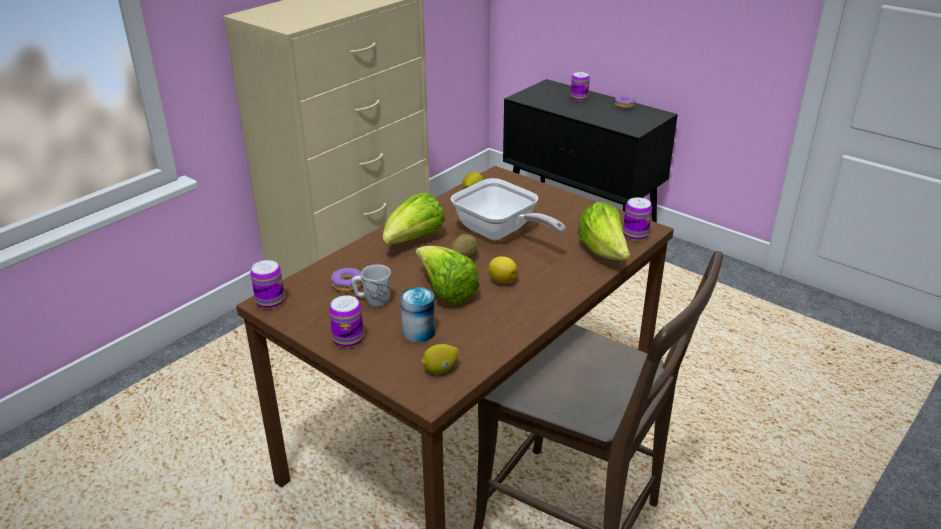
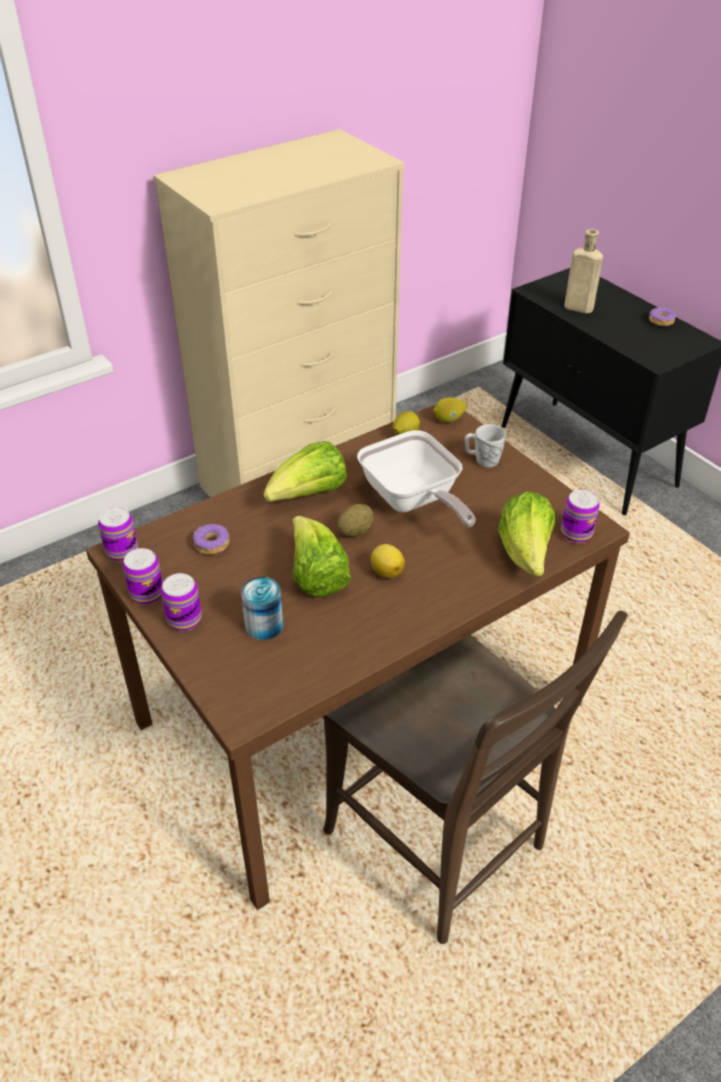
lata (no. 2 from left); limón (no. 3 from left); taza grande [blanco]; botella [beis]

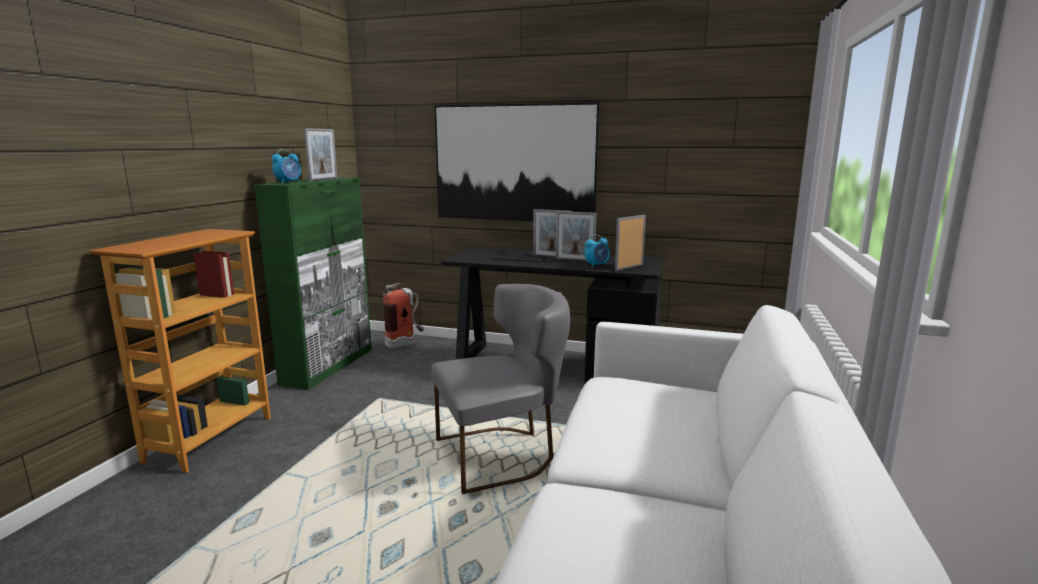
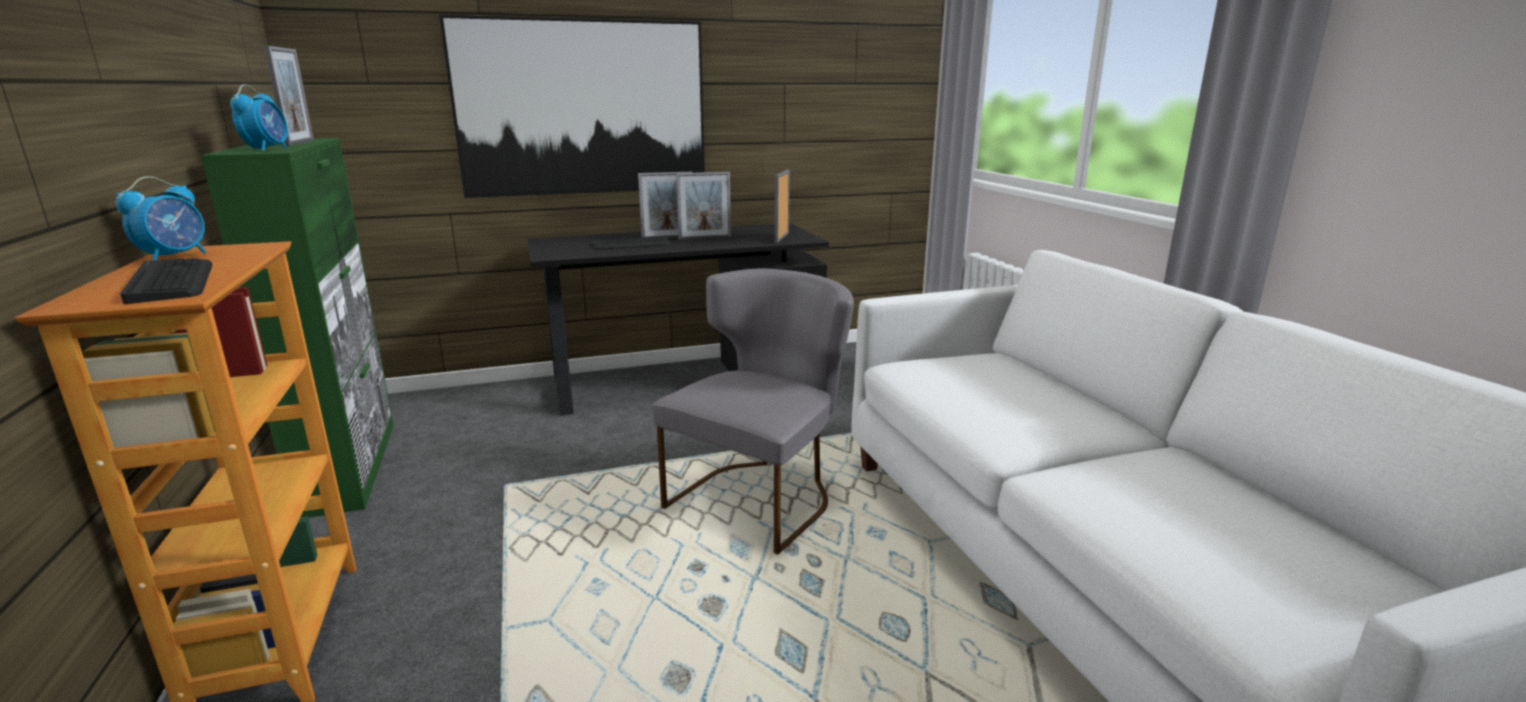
despertador (no. 1 from left); teclado (no. 1 from left); extintor

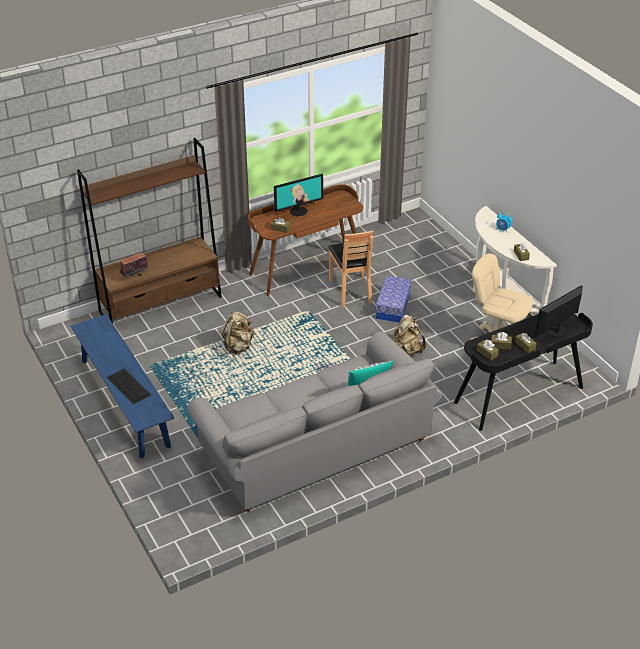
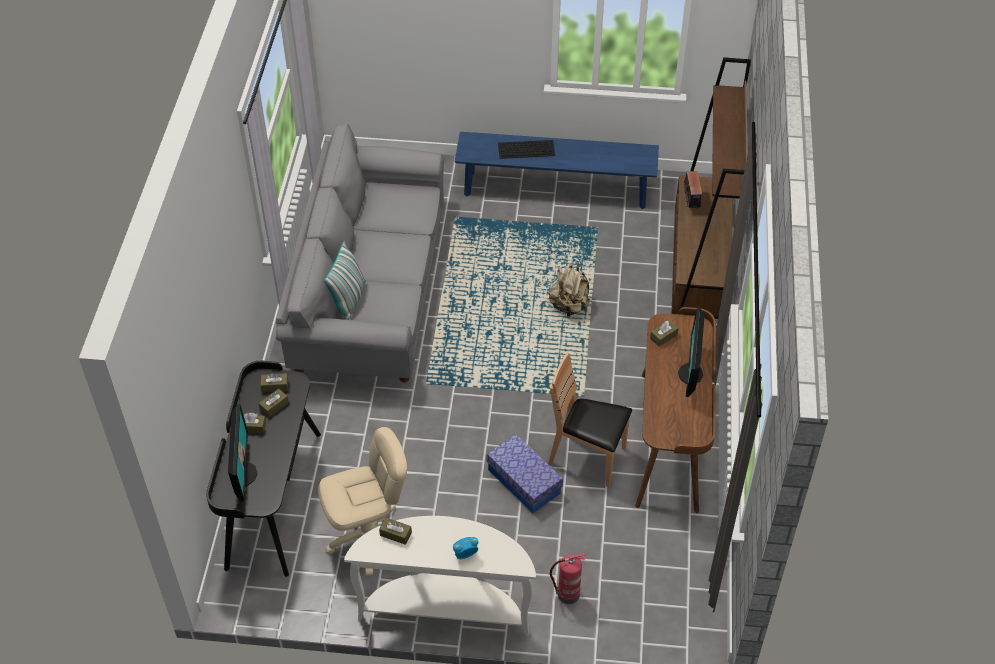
extintor; mochila [beis] (no. 2 from left in the first image)

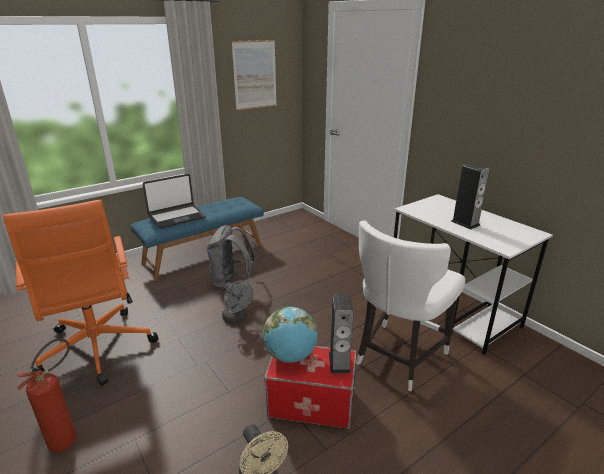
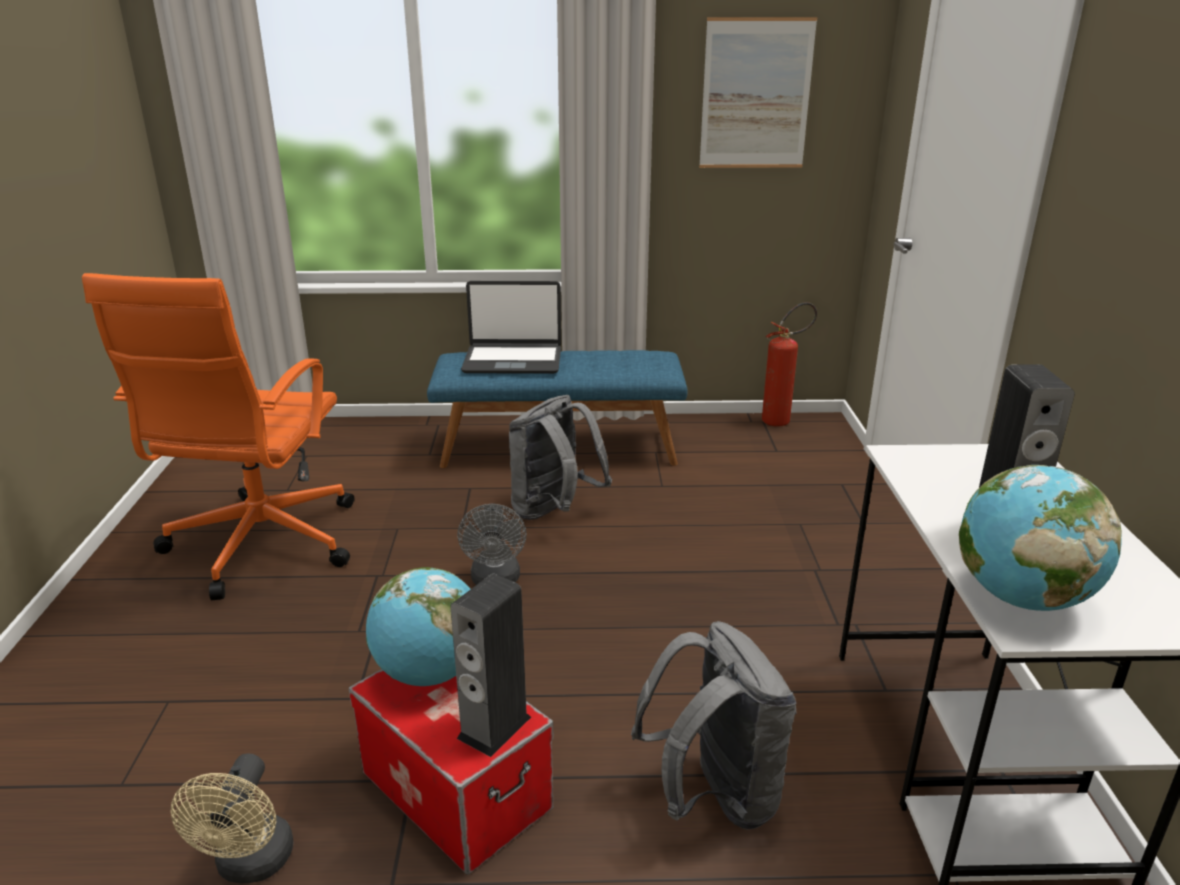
mochila [gris] (no. 2 from left); extintor; globo terráqueo (no. 2 from left)

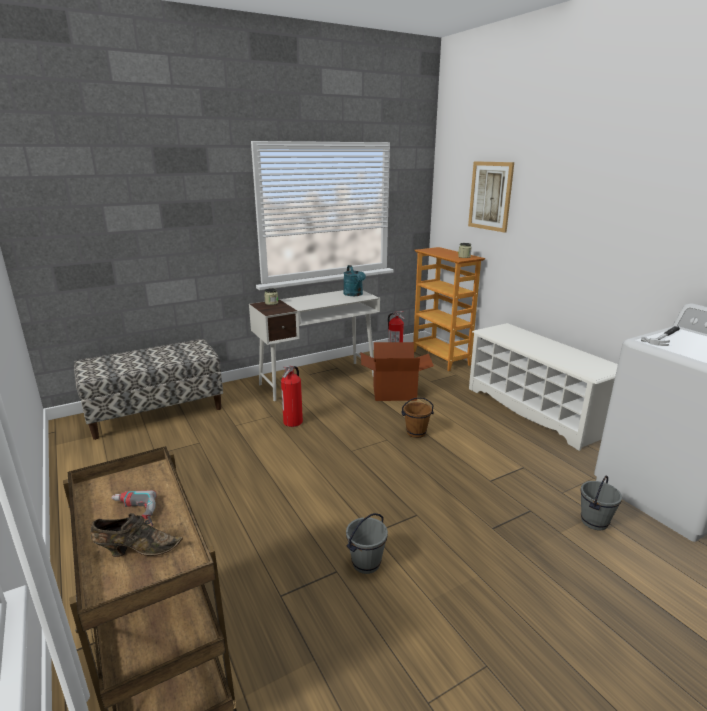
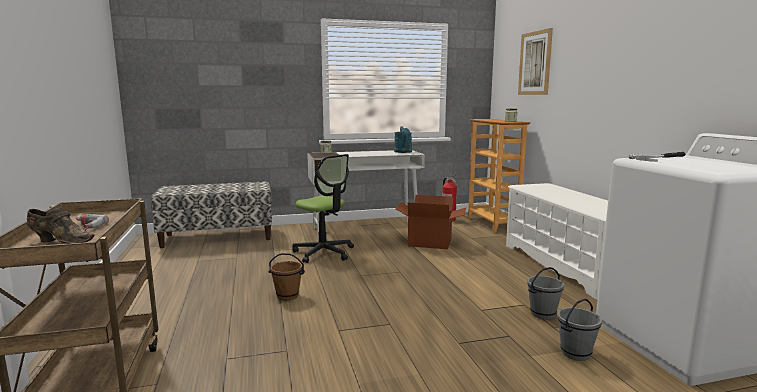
cubo [marrón]; silla de oficina; cubo [gris] (no. 1 from left)

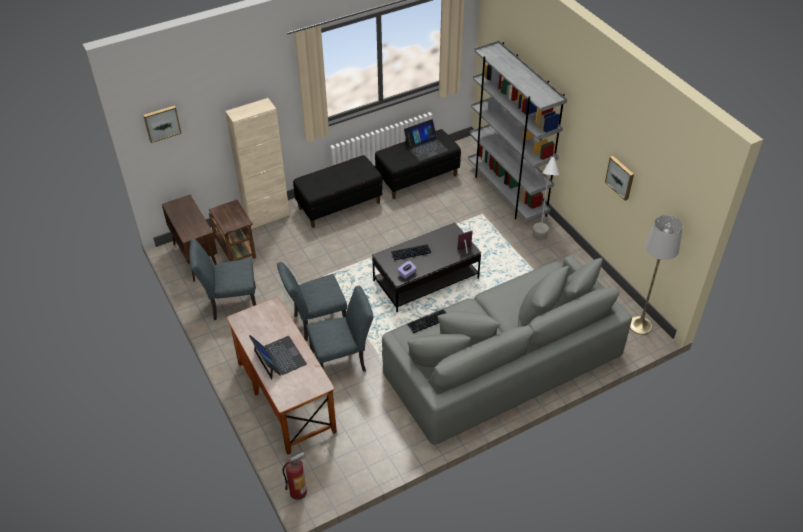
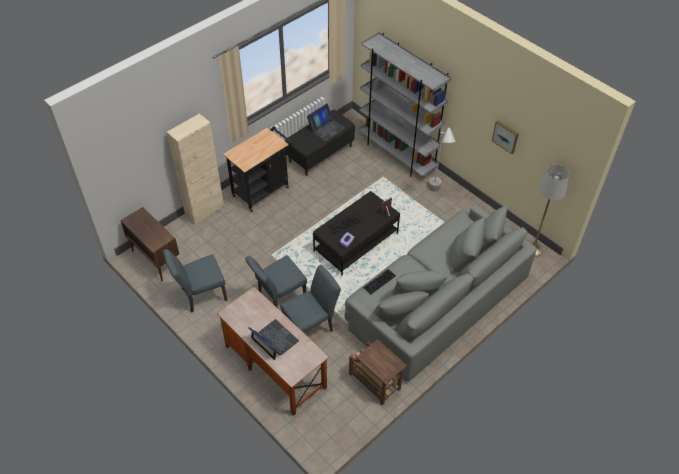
carrito [negro]; mesa auxiliar [marrón]; cuadro (no. 1 from left in the first image); extintor

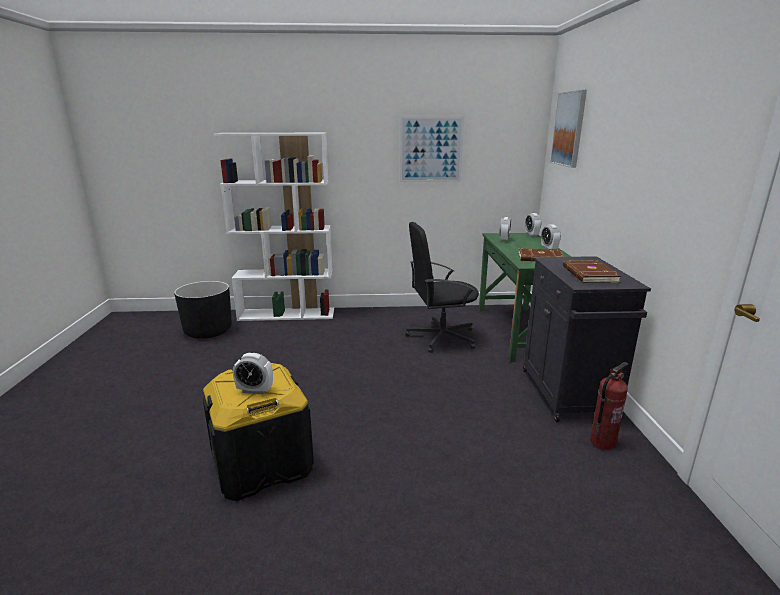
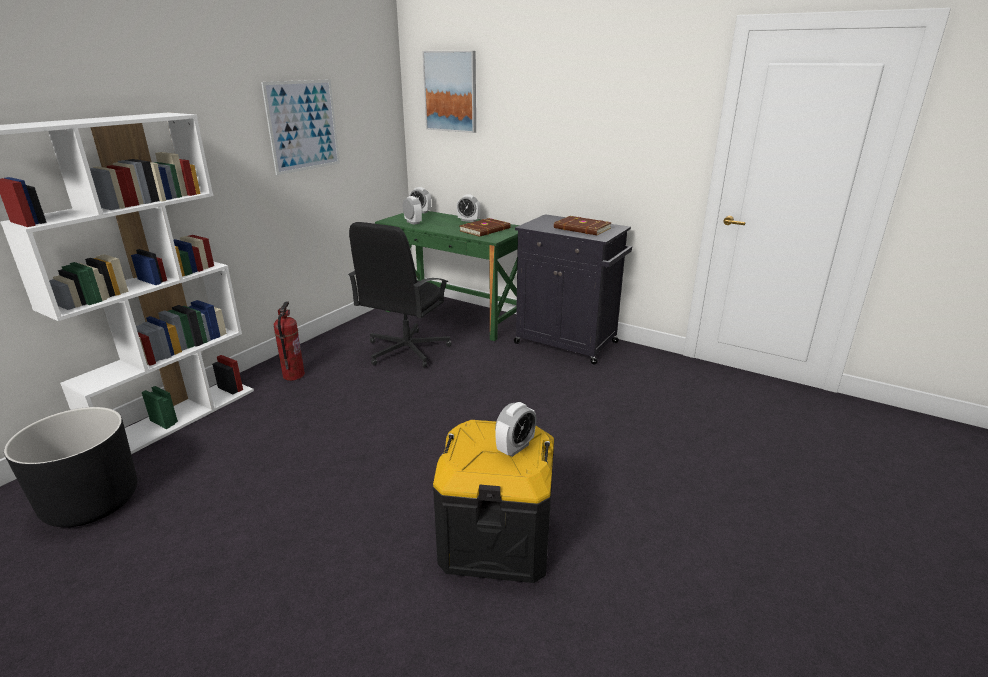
extintor

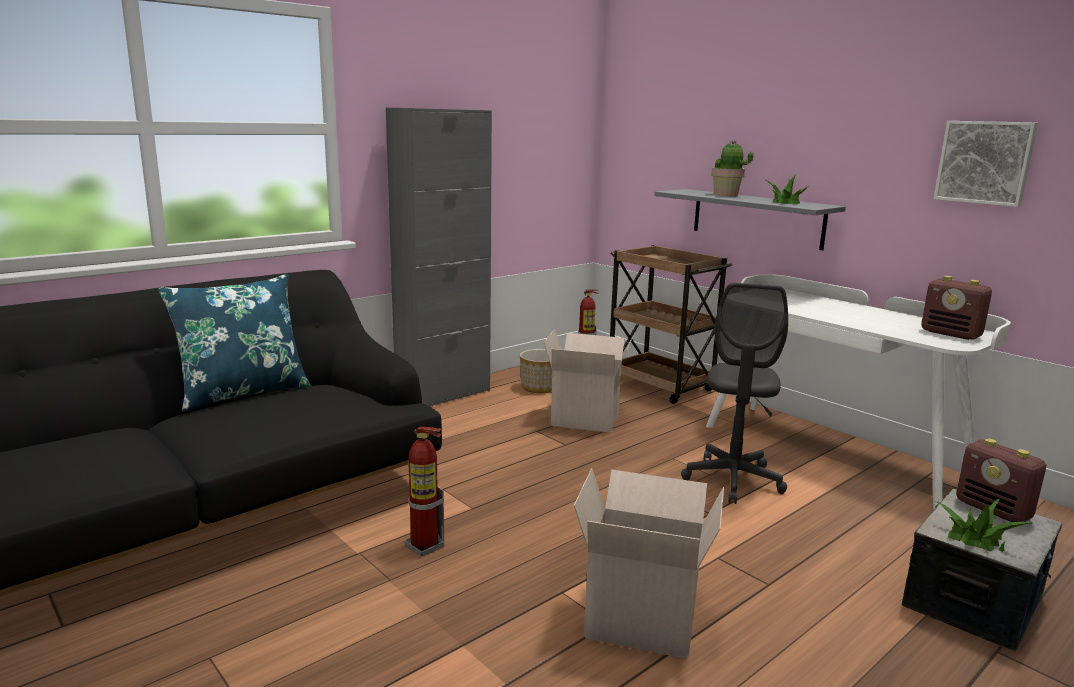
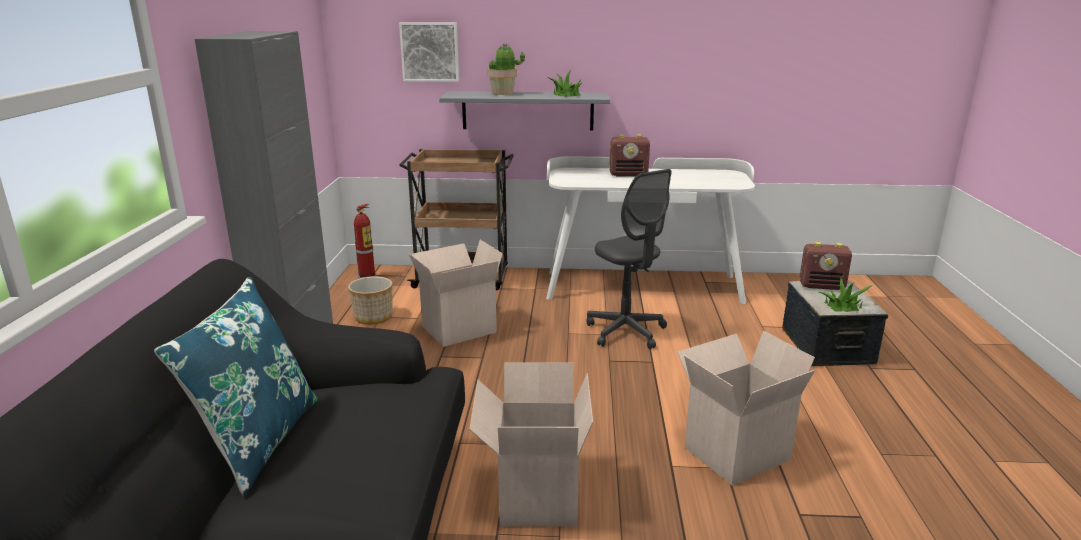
cuadro; caja de cartón (no. 2 from left); radio (no. 1 from left)

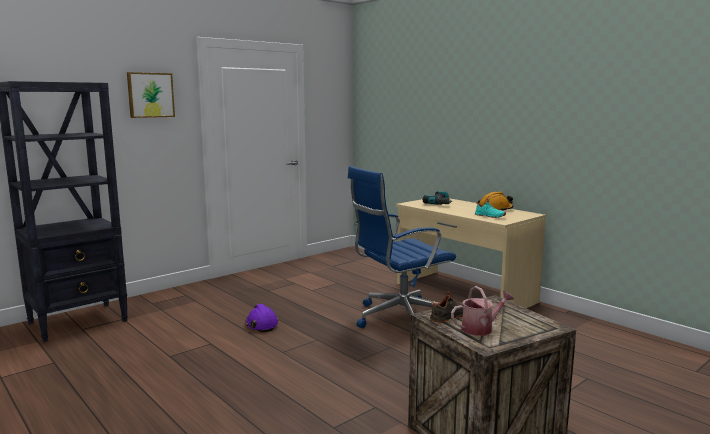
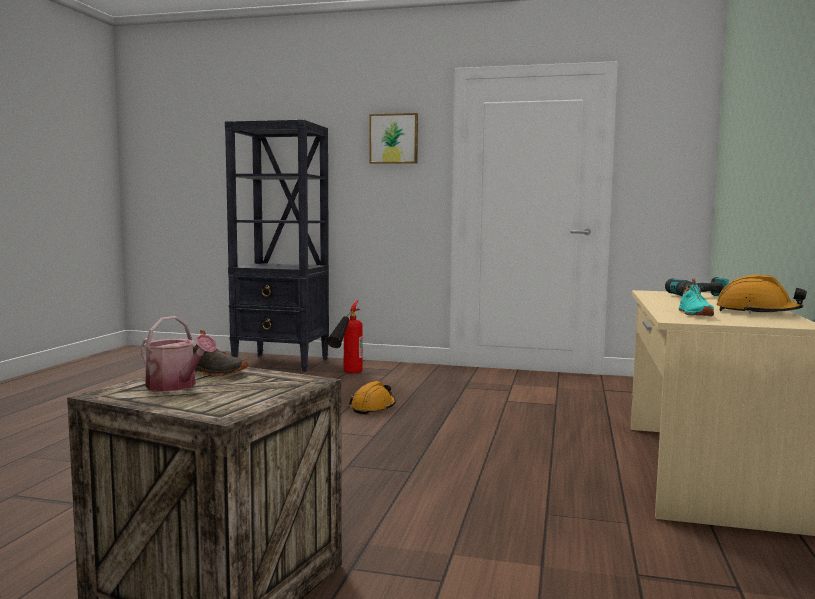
extintor; casco [naranja] (no. 1 from left); silla de oficina [azul]

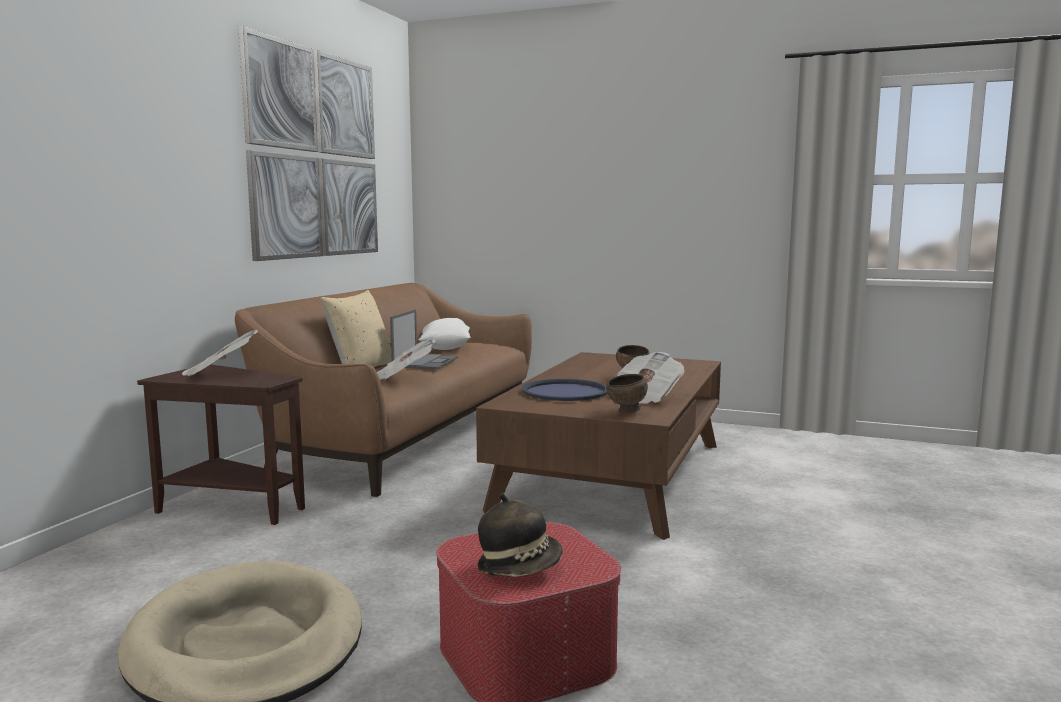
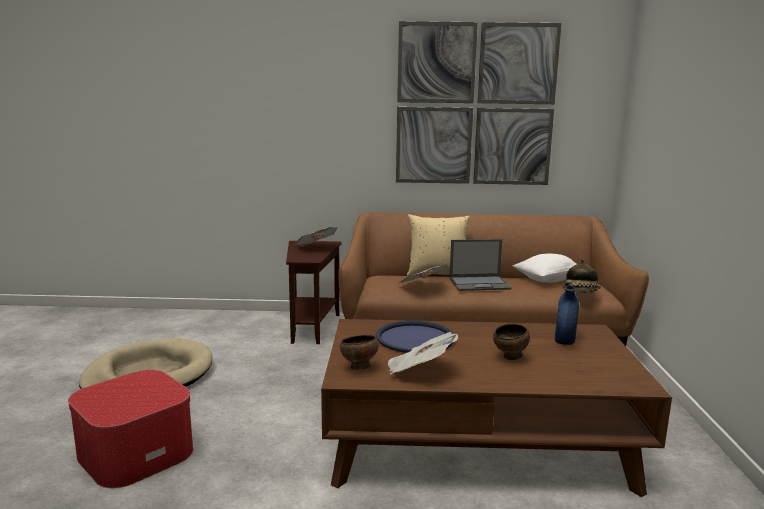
florero [azul]; sombrero

